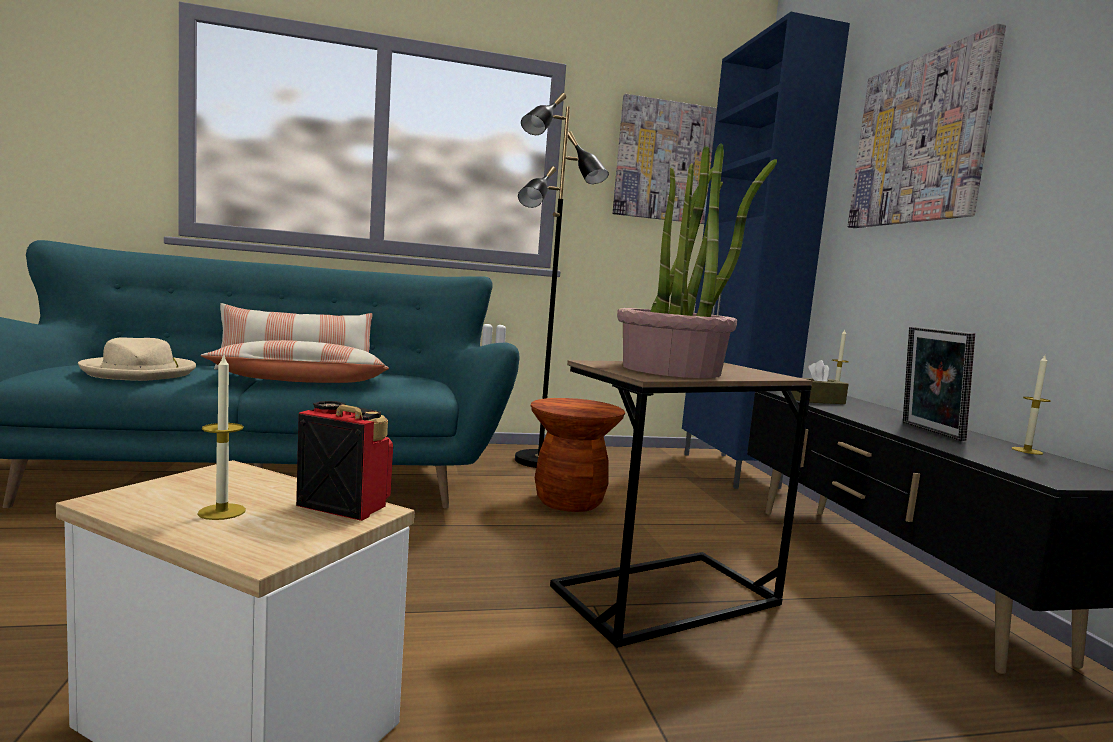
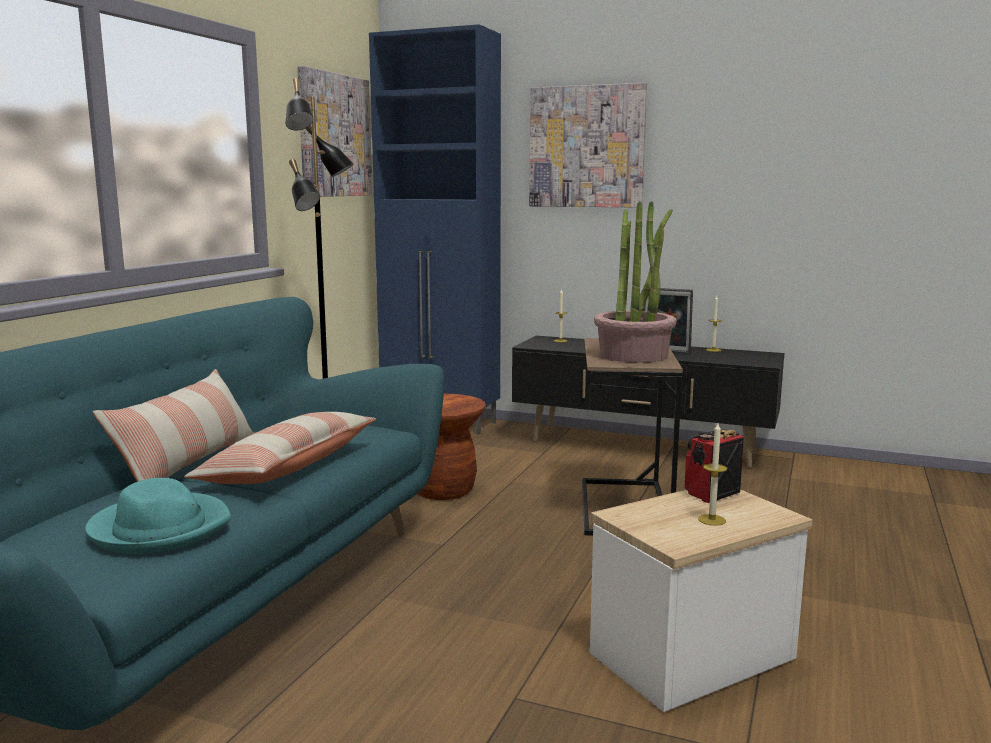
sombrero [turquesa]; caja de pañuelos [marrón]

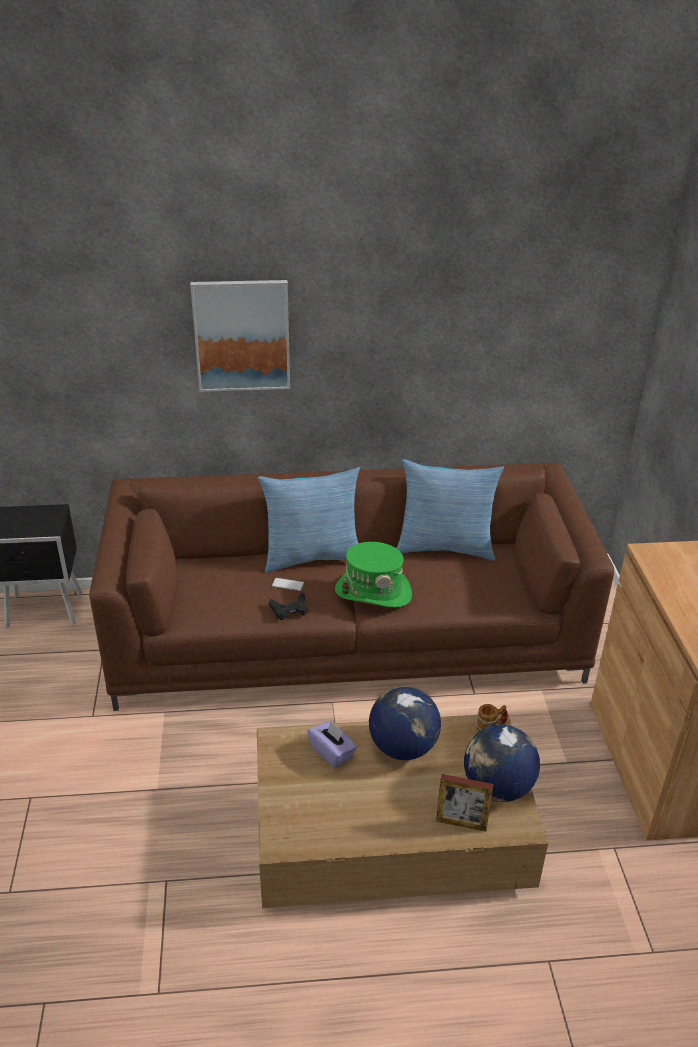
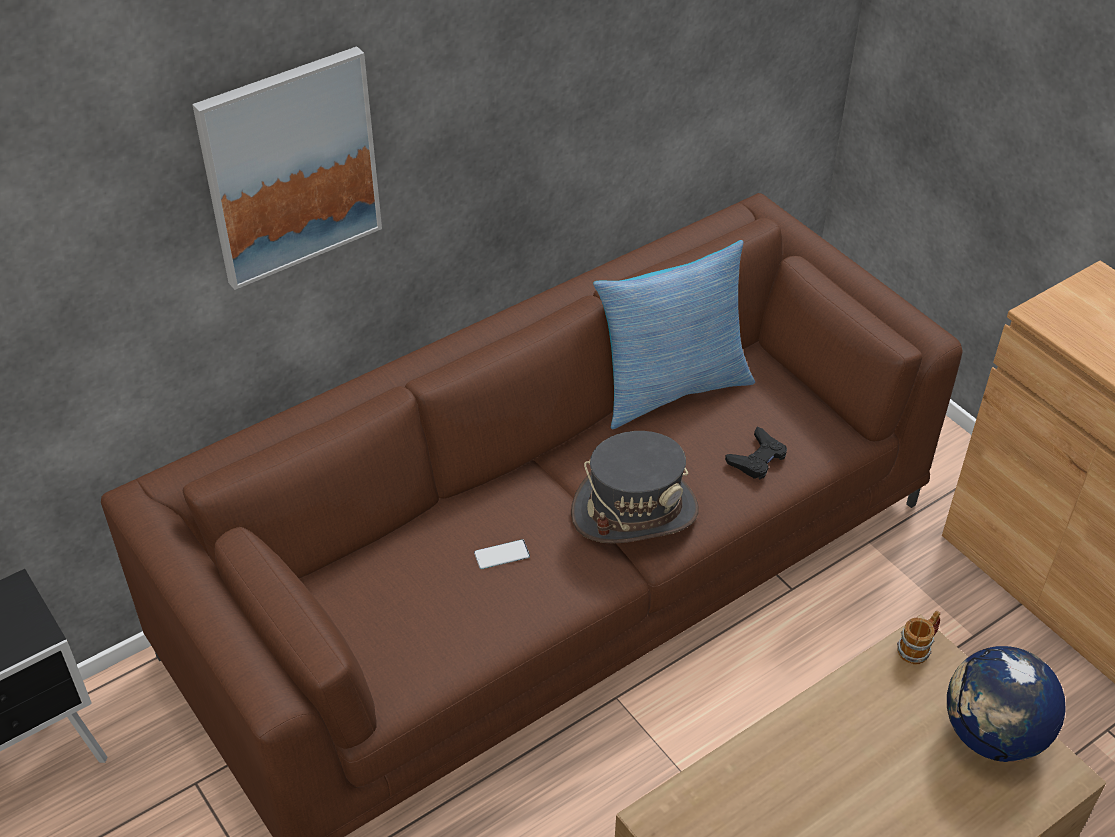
sombrero [gris]; mando de consola [negro]; cojín (no. 1 from left in the first image); caja de pañuelos [morado]; globo terráqueo (no. 1 from left in the first image); portarretratos

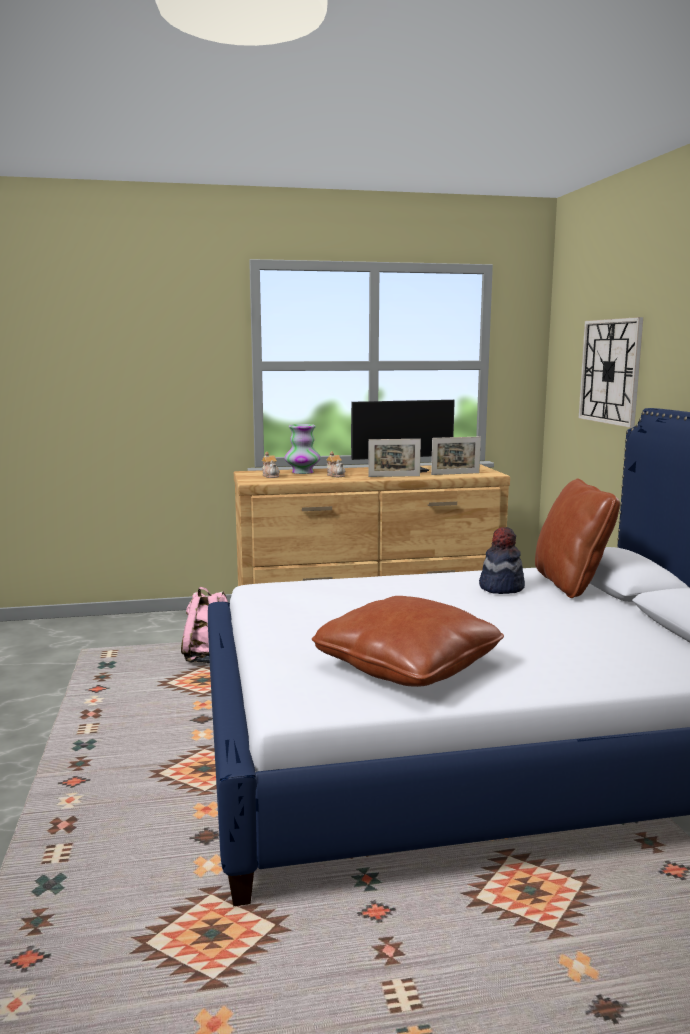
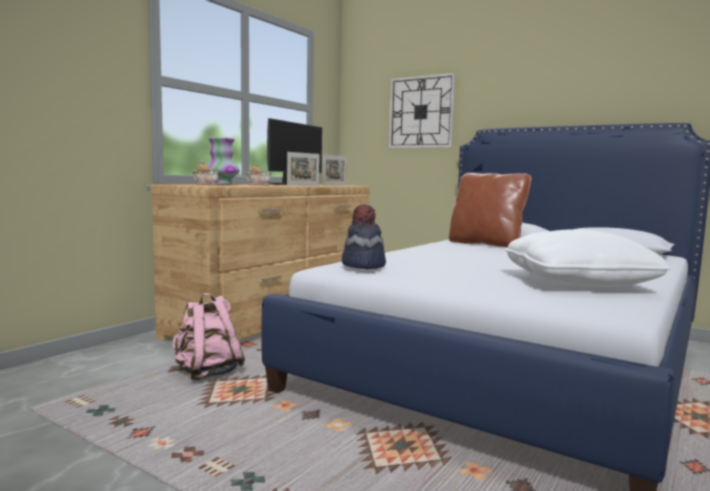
sombrero; cojín [blanco]

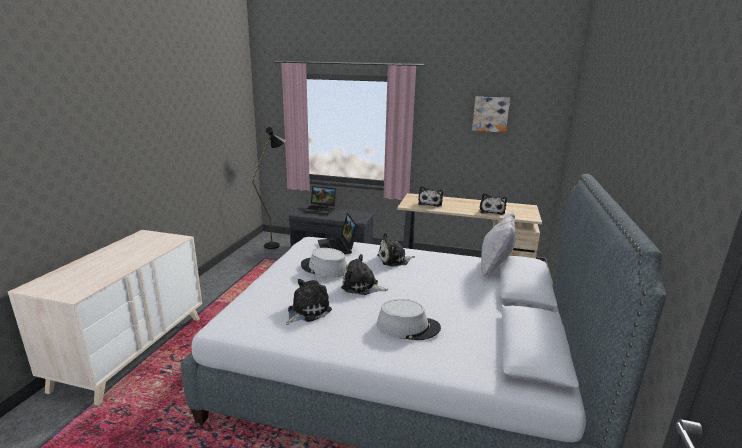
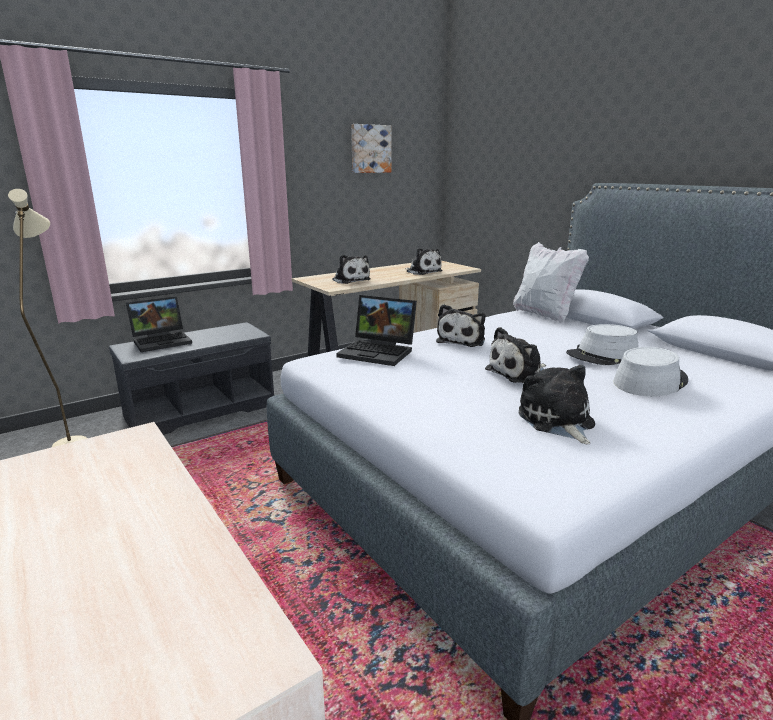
lámpara de pie [beis]; sombrero [gris] (no. 1 from left)

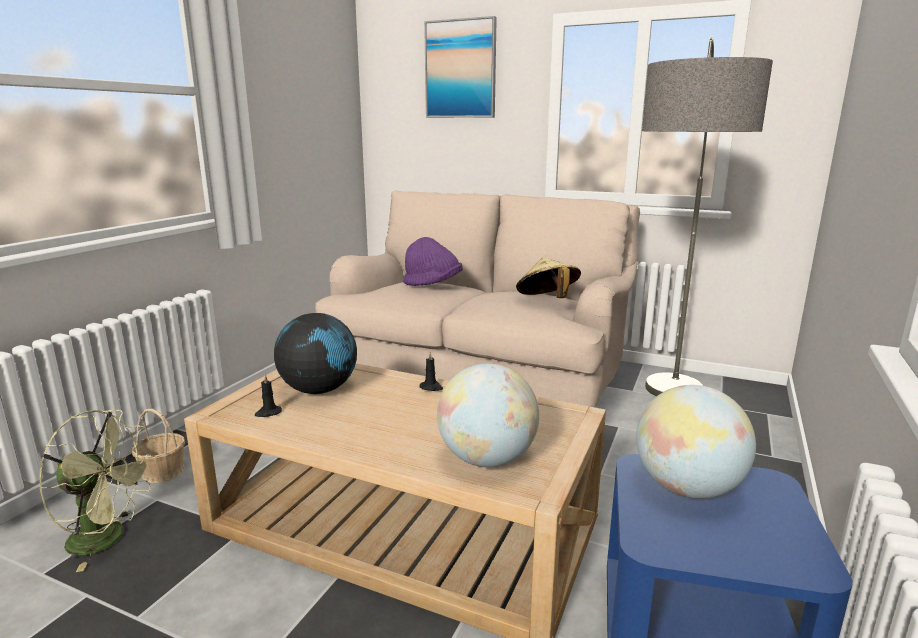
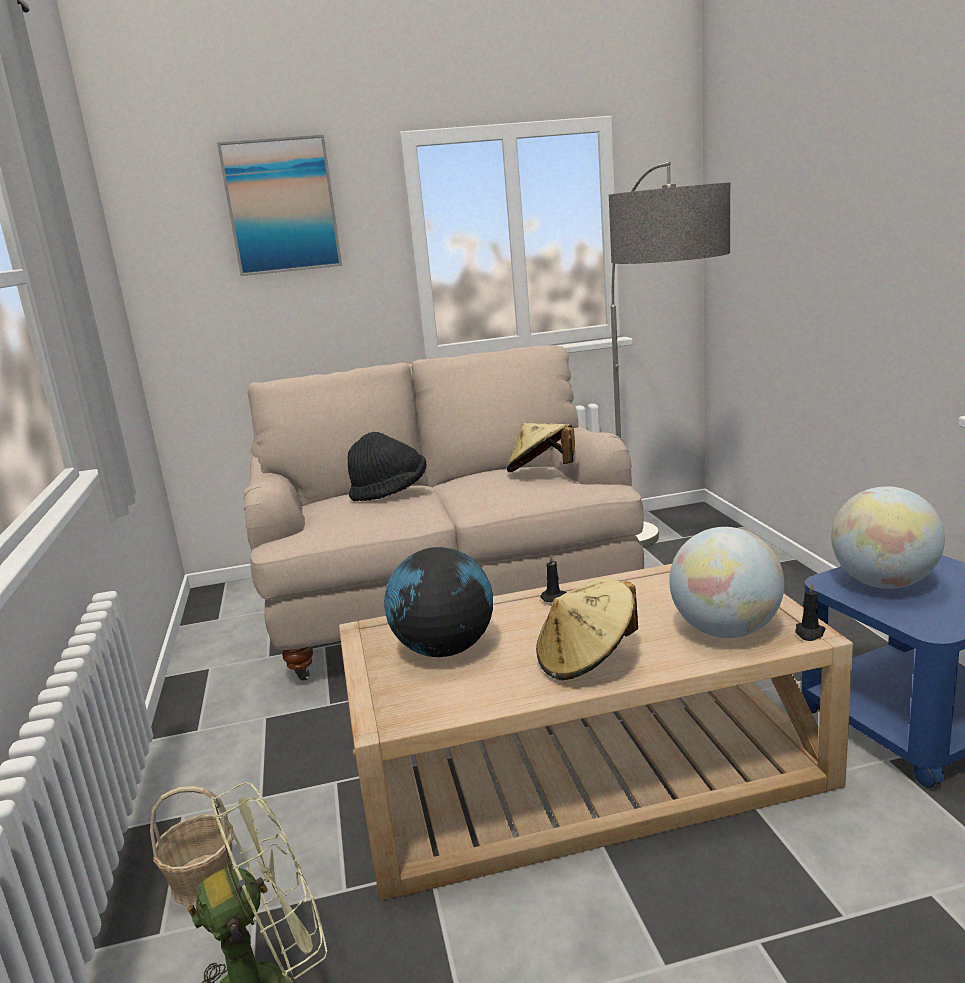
sombrero [negro]; sombrero [beis] (no. 2 from left); vela [negro] (no. 2 from left)

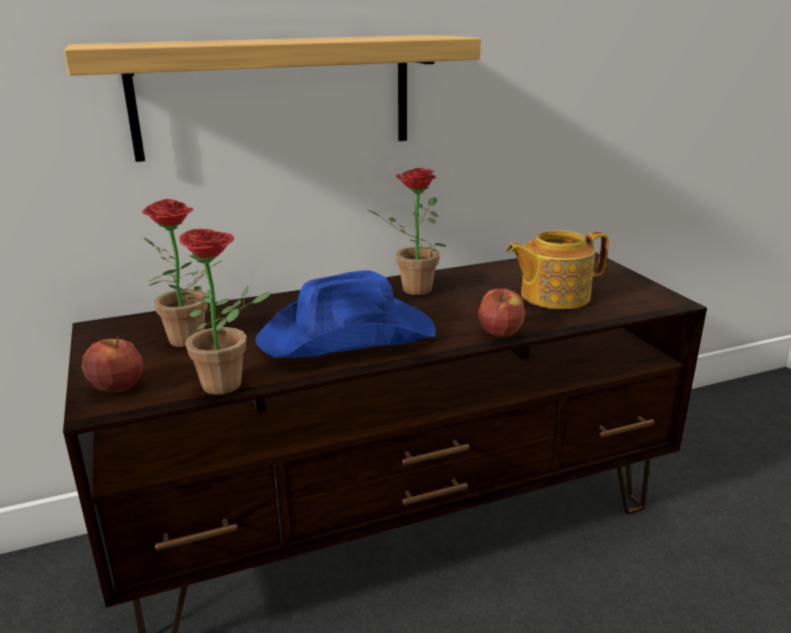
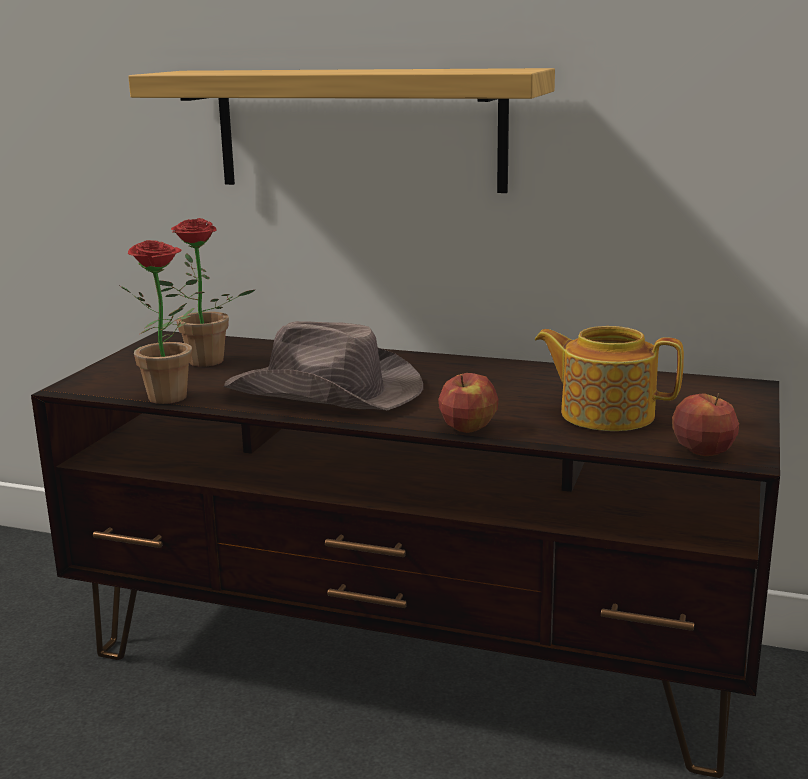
sombrero [marrón]; manzana (no. 2 from left); planta en maceta (no. 3 from left in the first image)

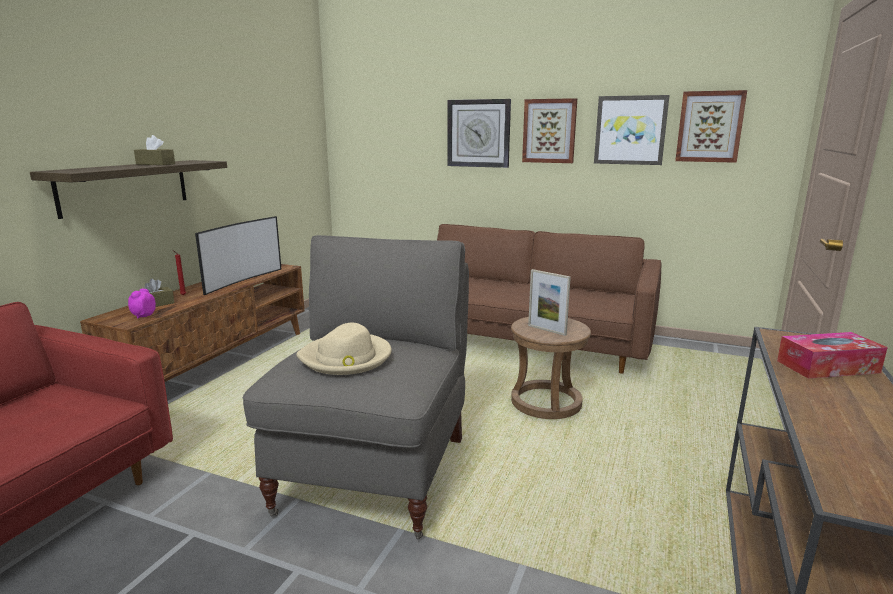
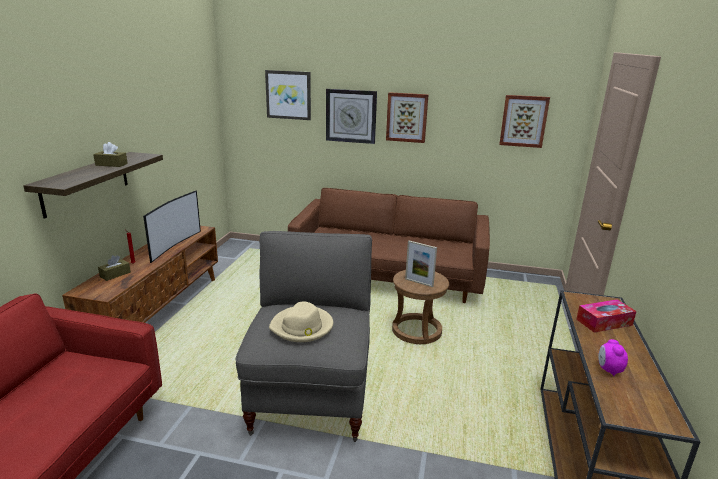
cuadro (no. 1 from left); despertador

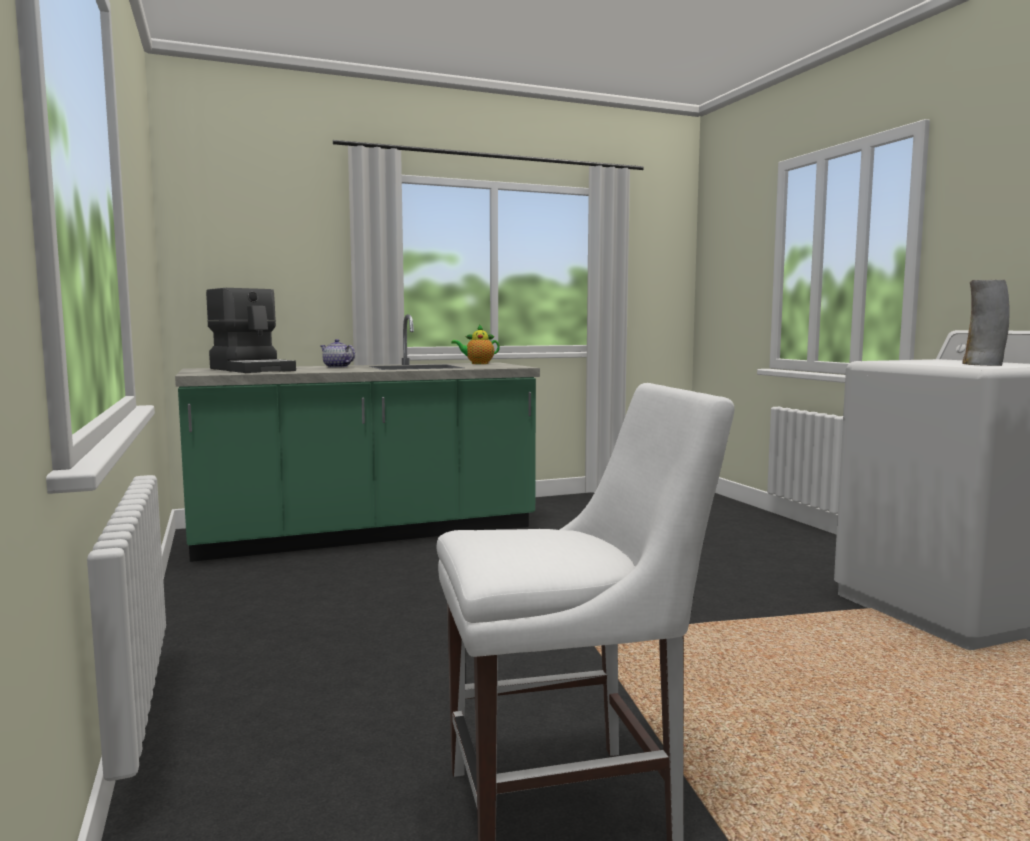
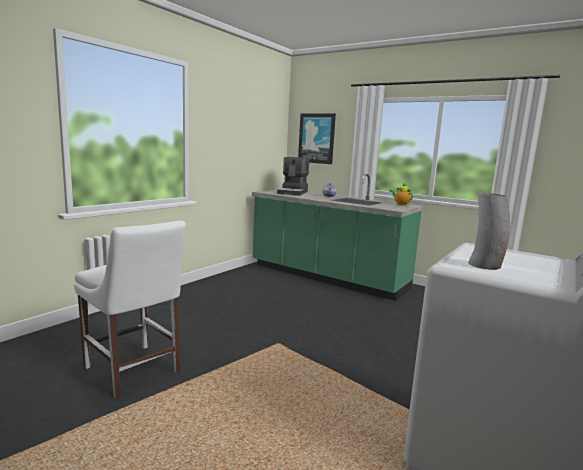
cuadro

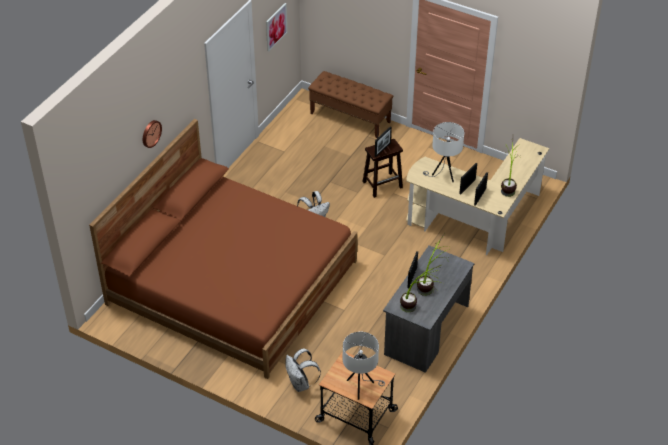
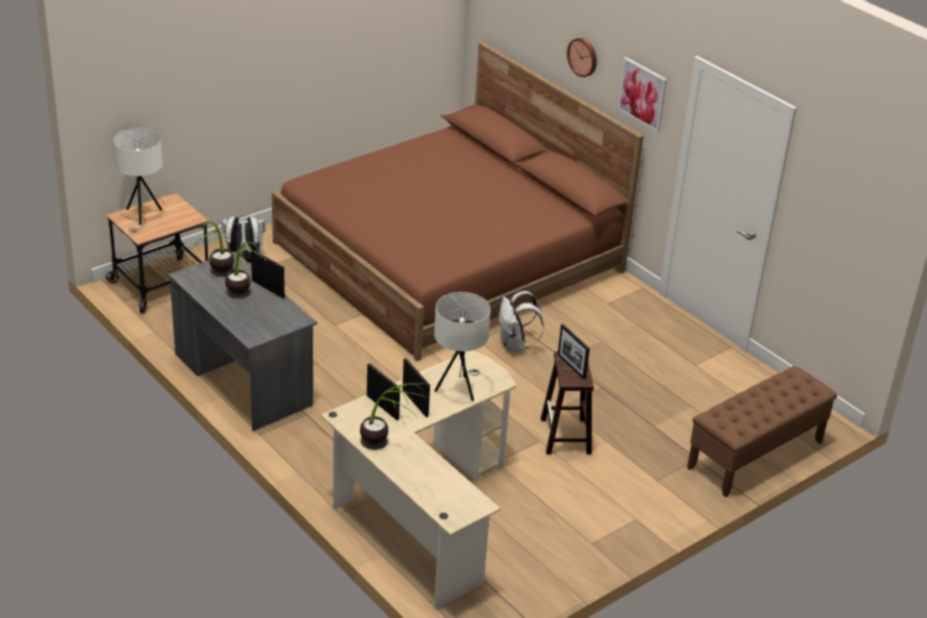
cuadro

